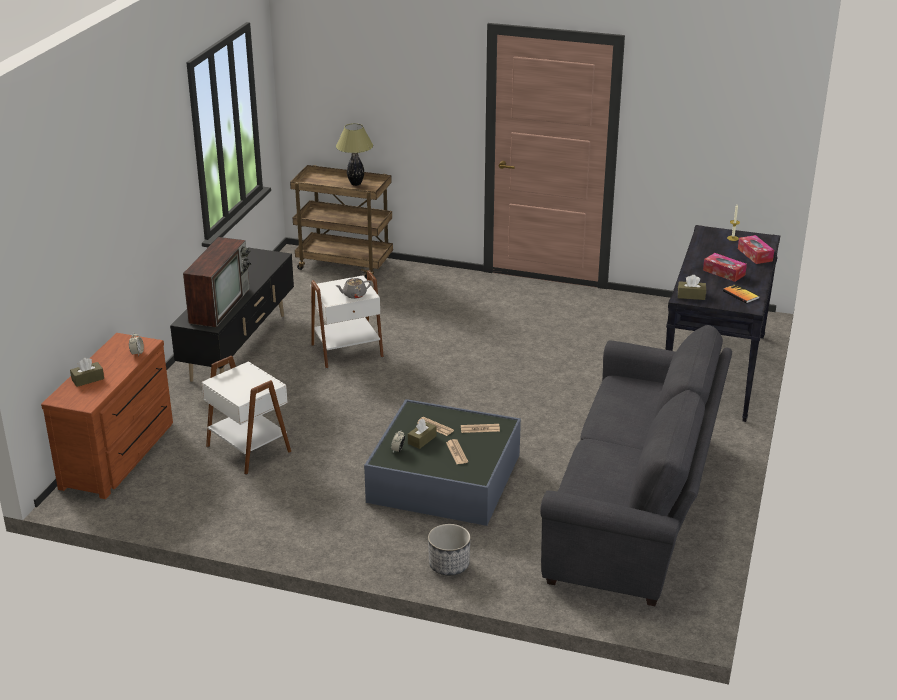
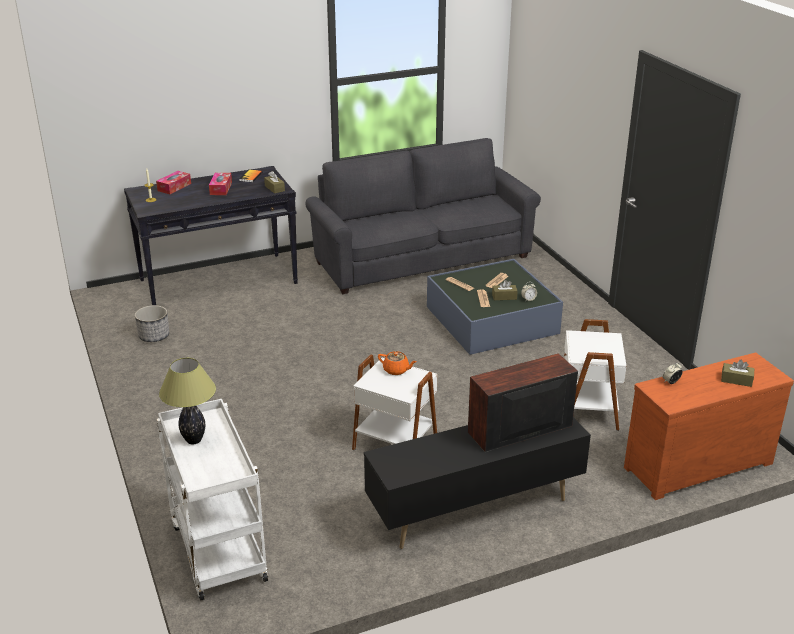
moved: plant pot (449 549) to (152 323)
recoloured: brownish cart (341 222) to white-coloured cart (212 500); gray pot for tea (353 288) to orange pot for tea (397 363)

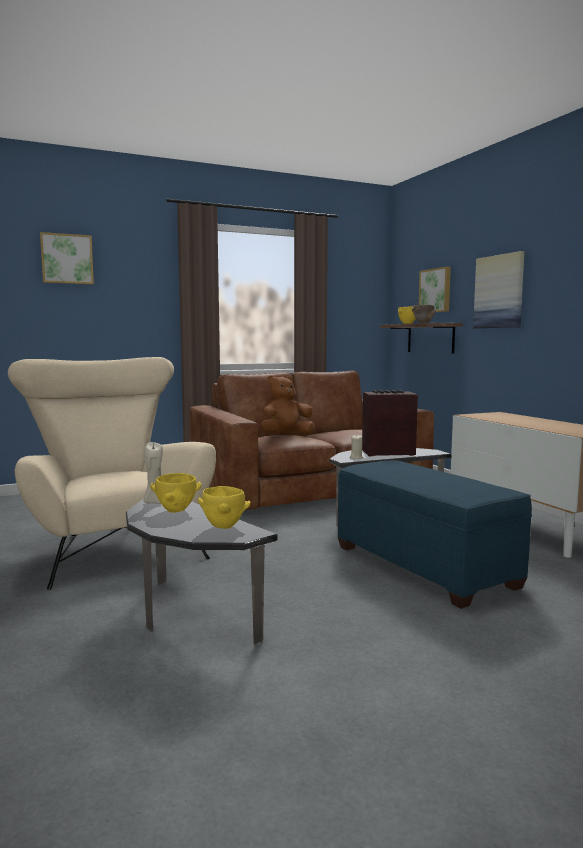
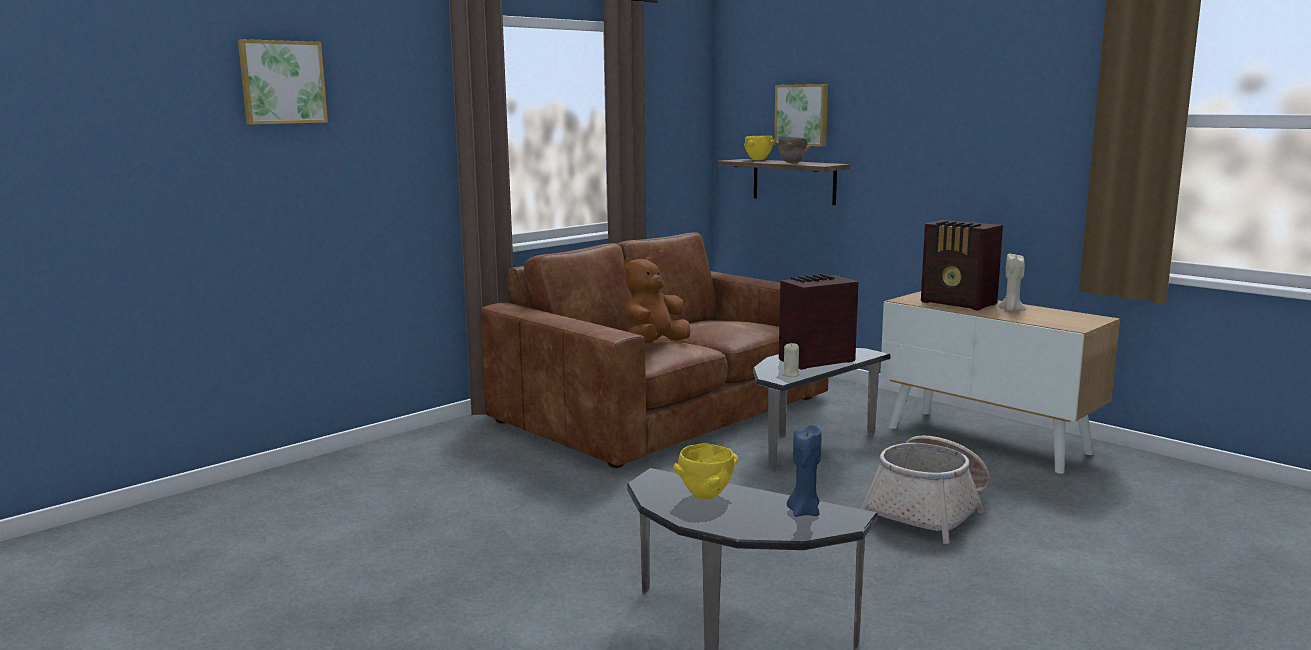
removed: beige-coloured armchair (112 473); wall picture (499 289)
added: radio receiver (962 265)
moved: beige-coloured wax candle (153 473) to (1012 282)
replaced: yellow bowl (224 507) to blue-coloured wax candle (804 471); blue-coloured pouffe (435 534) to basket (925 490)

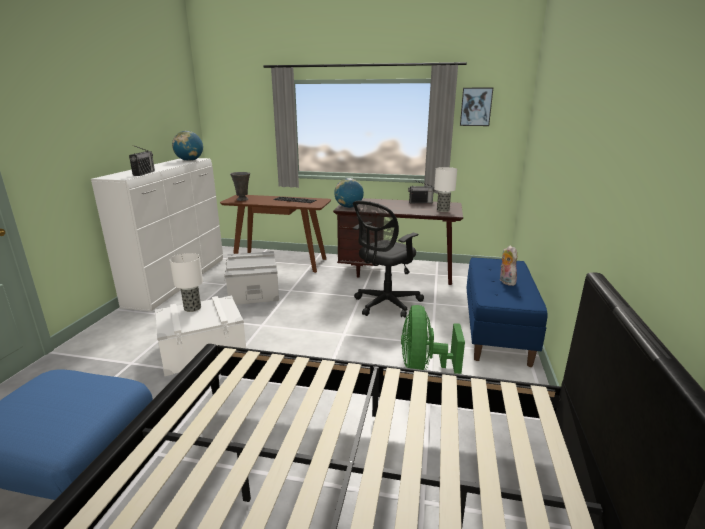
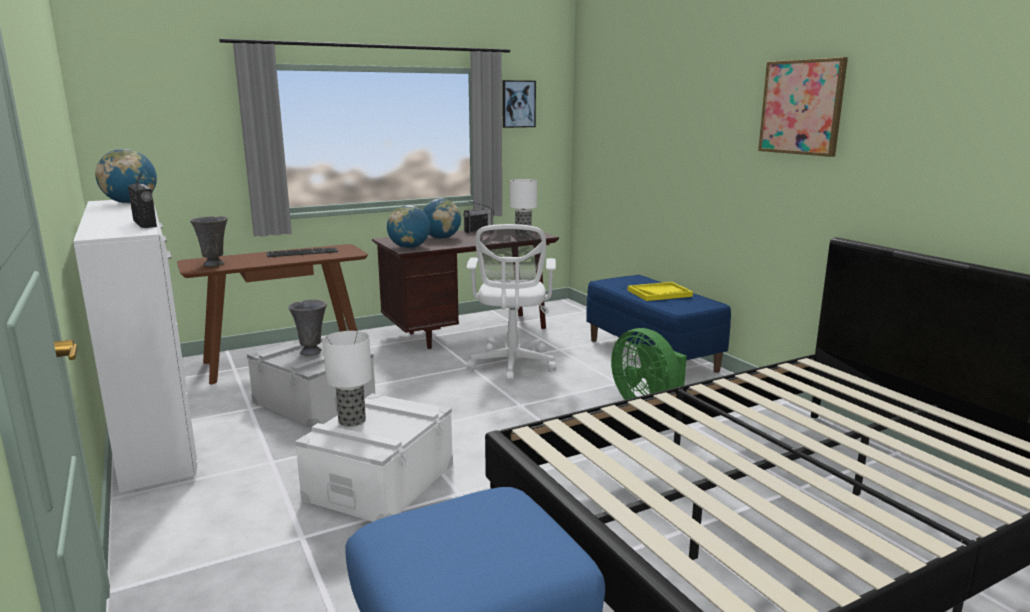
added: gray flower vase (307 327); globe (441 218); wall picture (803 107)
replaced: plush toy (508 265) to yellow carrying tray (660 291)
recoloured: blackish desk chair (388 259) to white-coloured desk chair (512 303)

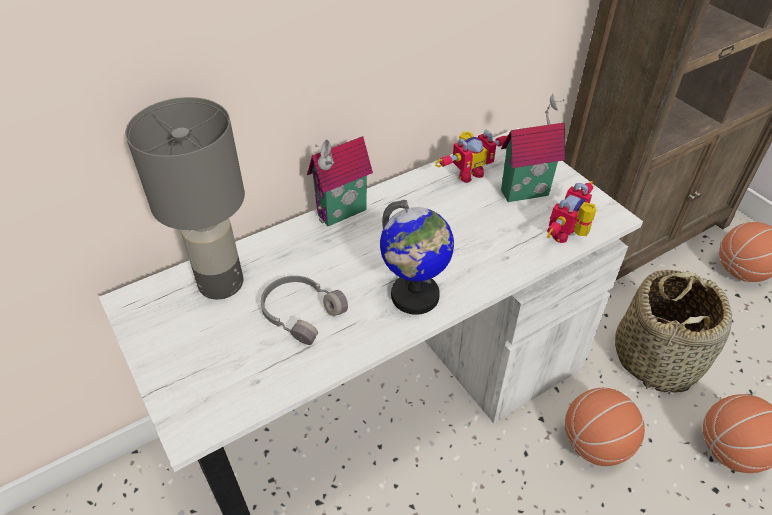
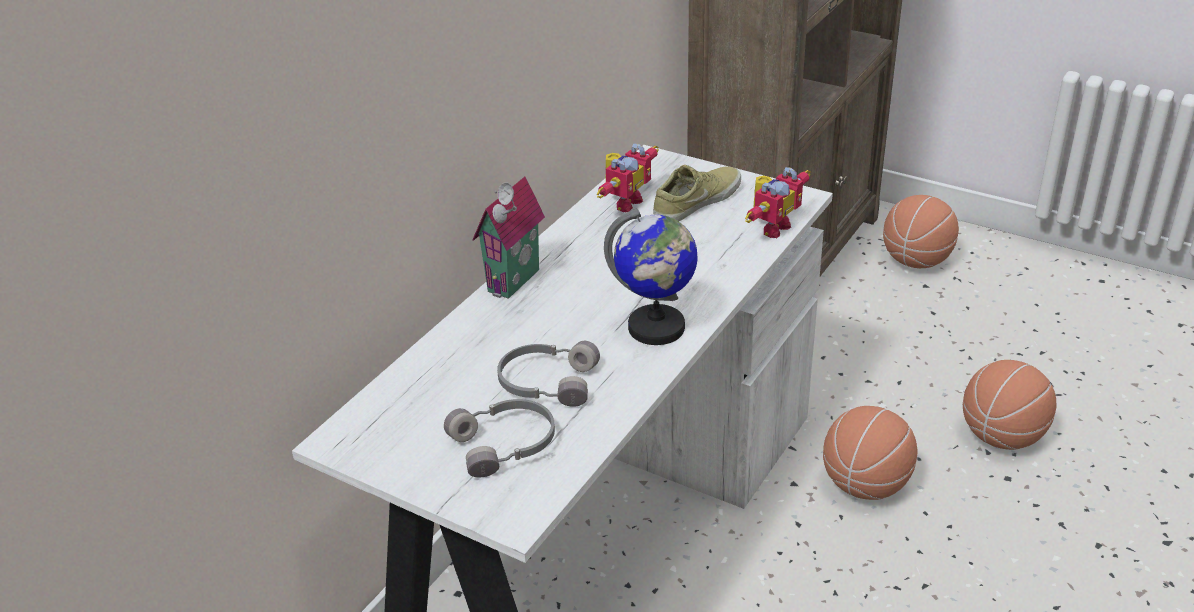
removed: gray lamp for a table (185 198); basket (673 331)
added: gray pair of headphones (499 438)
replaced: toy house (533 148) to beige-coloured item of footwear (697 193)
turned: toy robot (571 212) = (778 202) 150 degrees counterclockwise

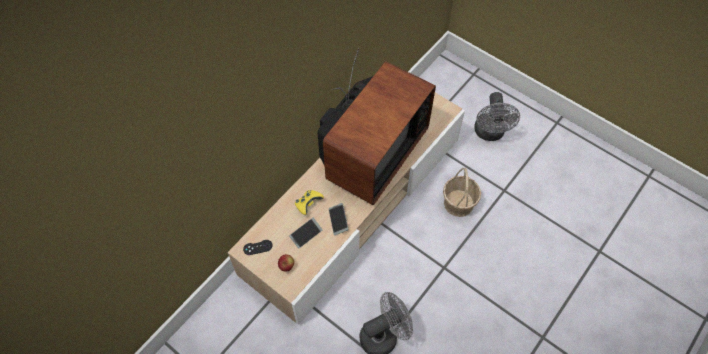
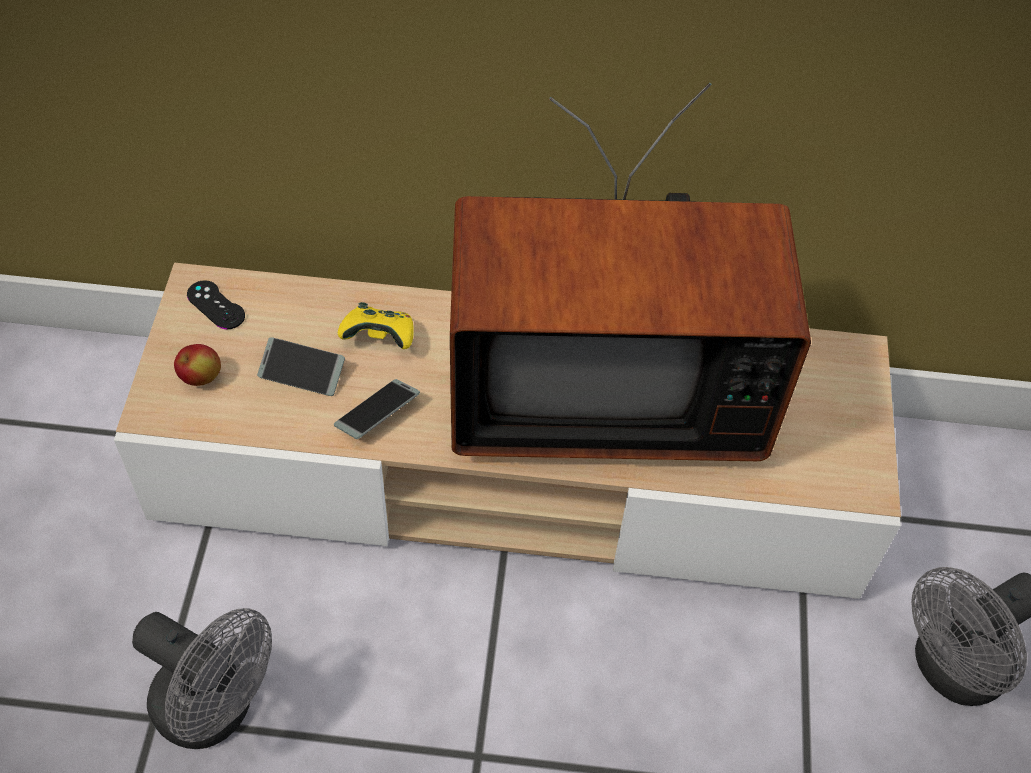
removed: basket (462 192)

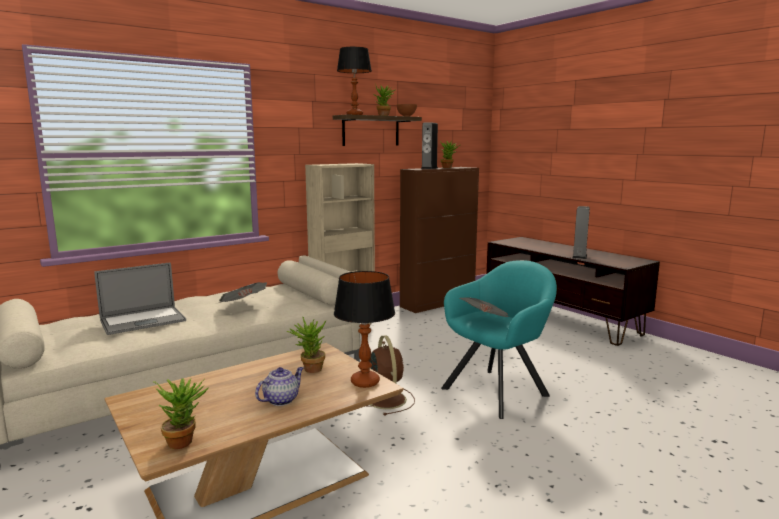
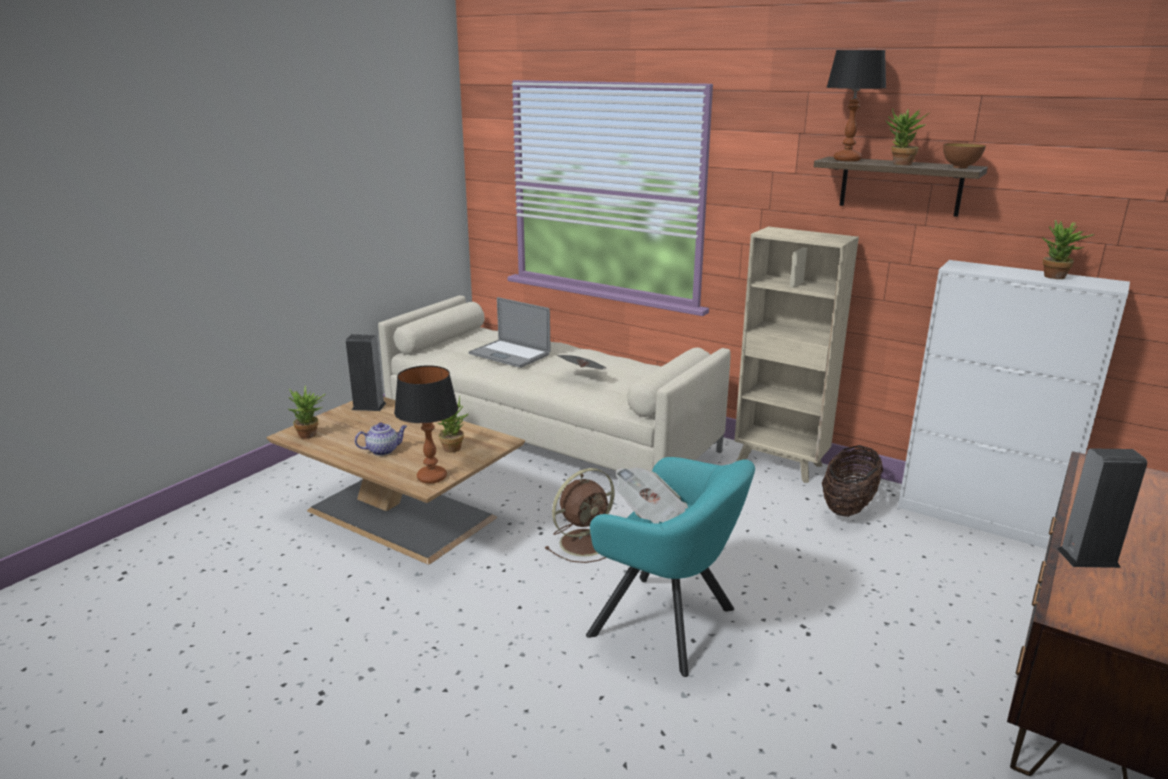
added: basket (852 481)
moved: loudspeaker (429 145) to (366 372)
recoloured: brownish storage cabinet (439 240) to white-coloured storage cabinet (1014 404)
turned: pot for tea (279 386) = (381 439) 45 degrees counterclockwise

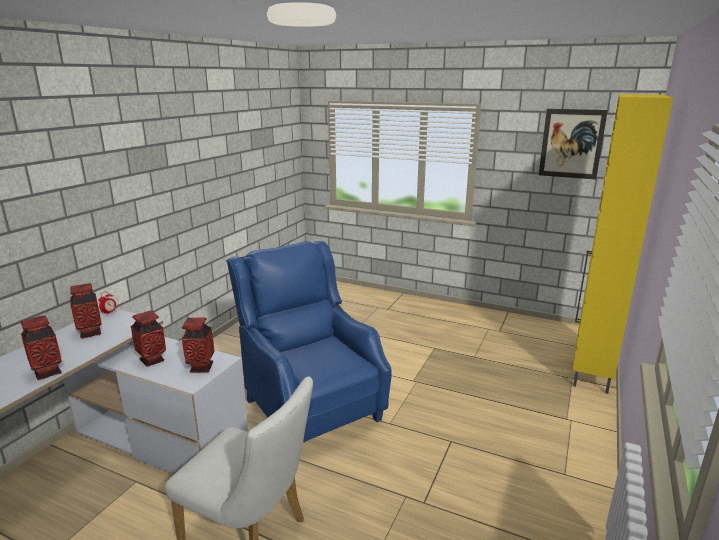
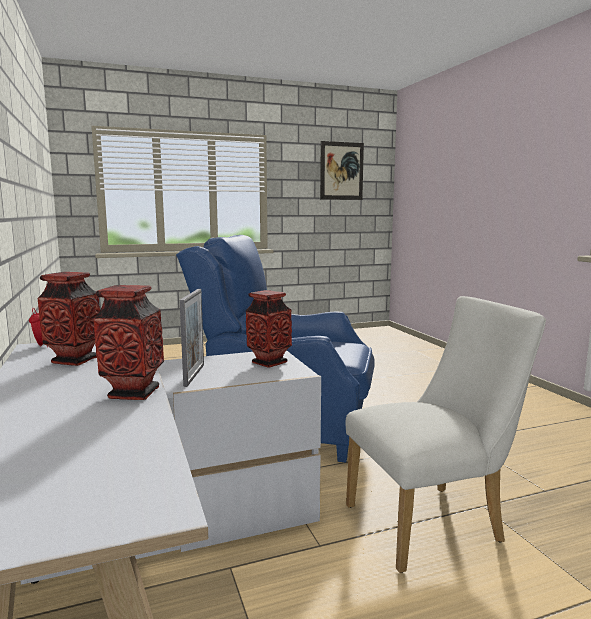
removed: yellow storage cabinet (623 244)
replaced: flower vase (148 338) to standing frame (192 338)

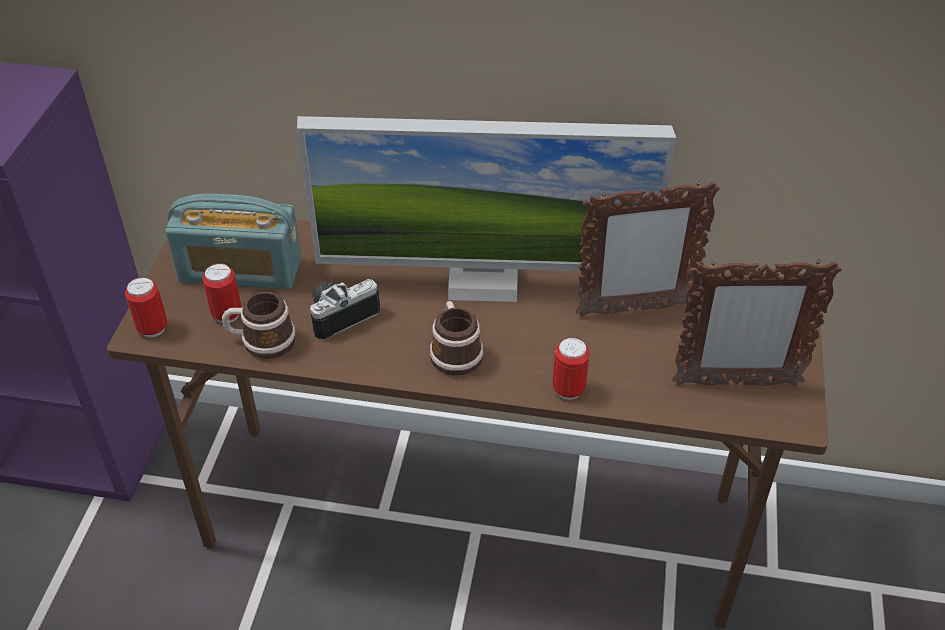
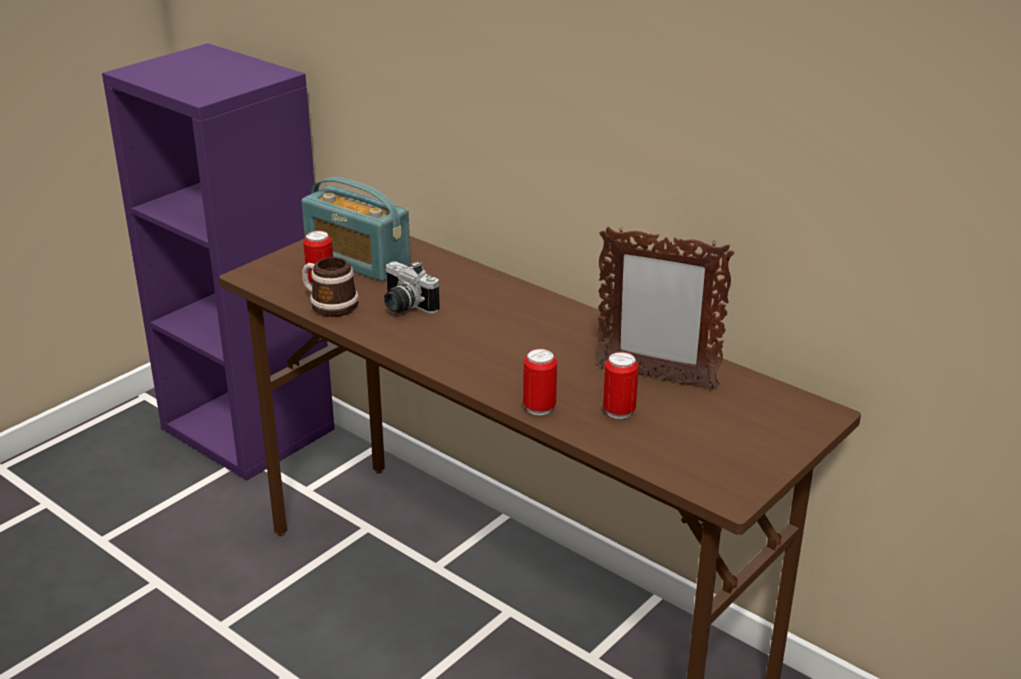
removed: computer screen (486 209); mug (457 338); standing frame (757 322)
moved: can (146 307) to (620 385)
turned: photo camera (344 309) = (412 287) 135 degrees counterclockwise

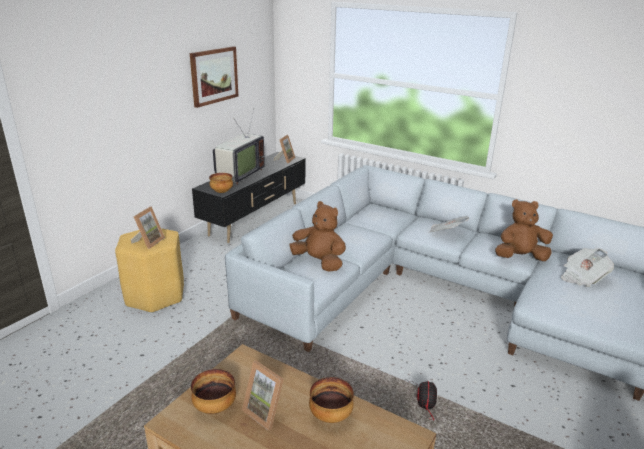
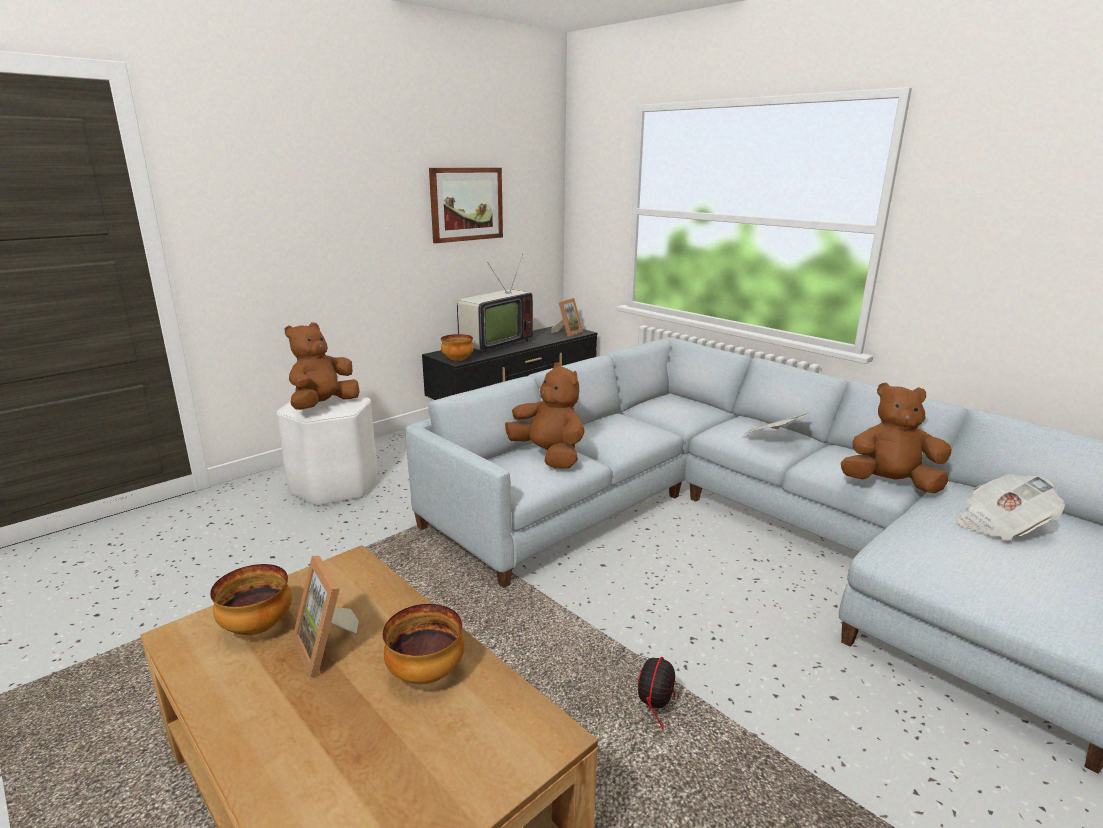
replaced: standing frame (148 227) to brownish plush toy (322 366)
recoloured: yellow stool seat (149 270) to white-coloured stool seat (327 451)

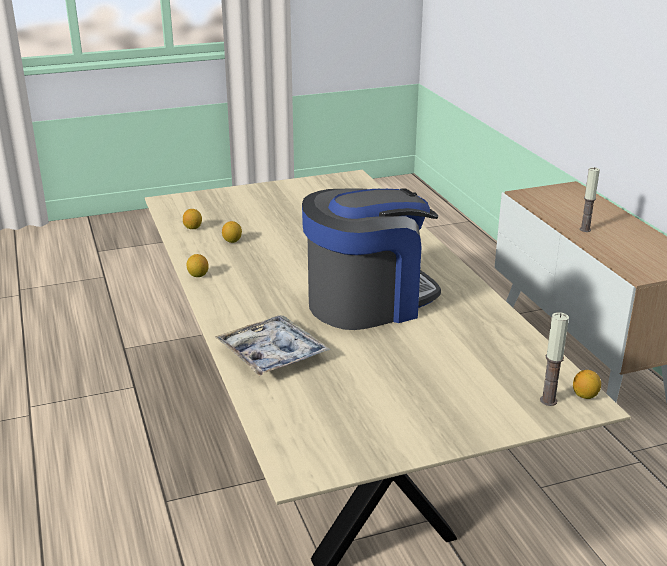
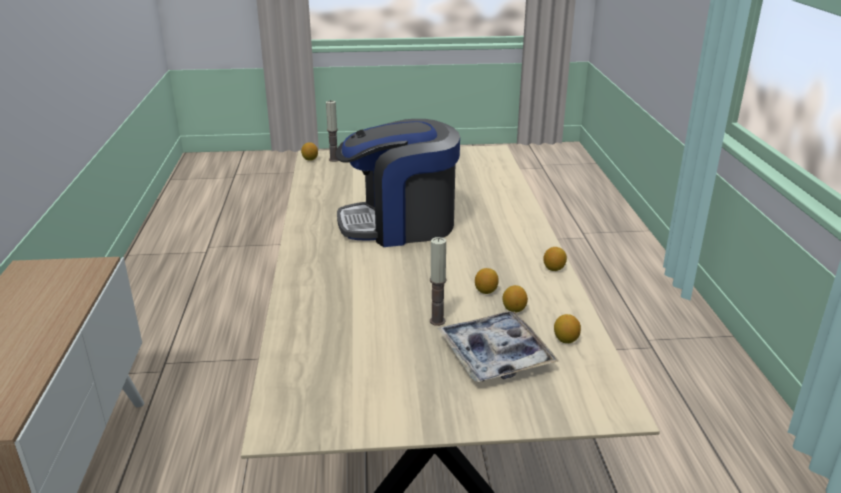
added: lemon (487 281)
moved: carrying tray (272 345) to (498 346); wax candle (590 199) to (438 281)

